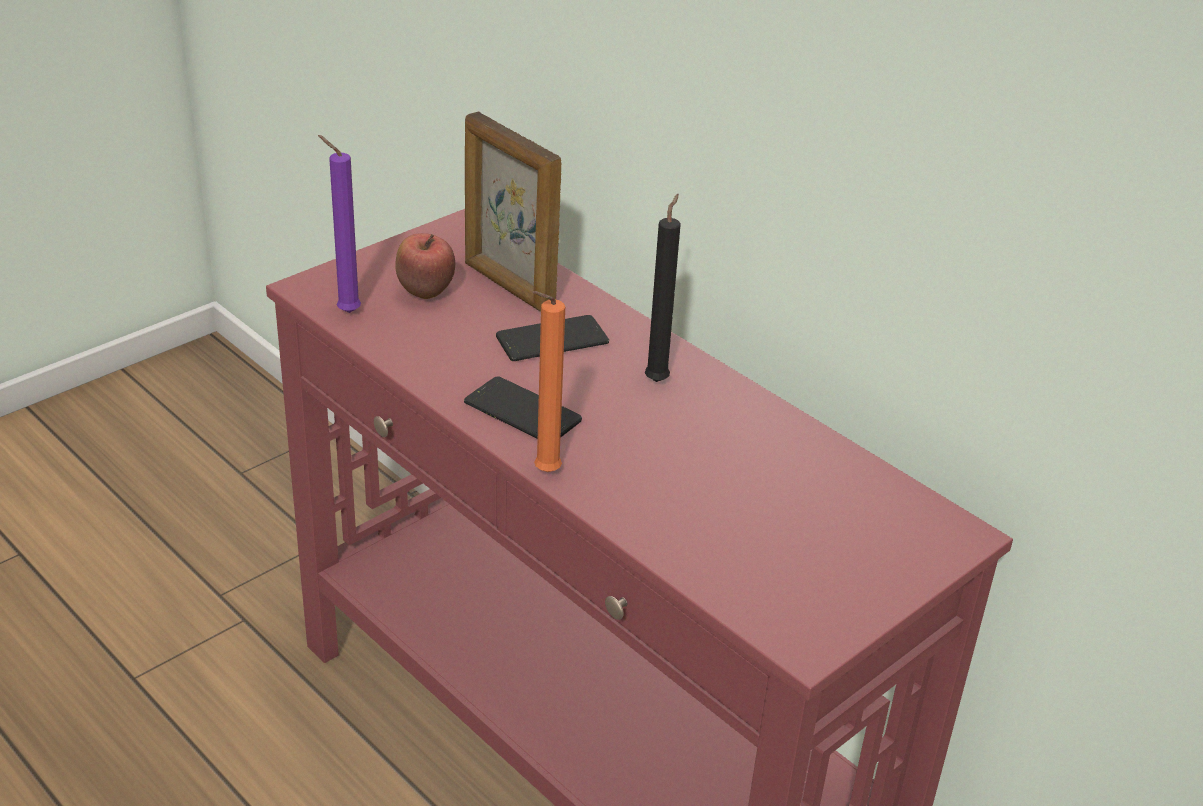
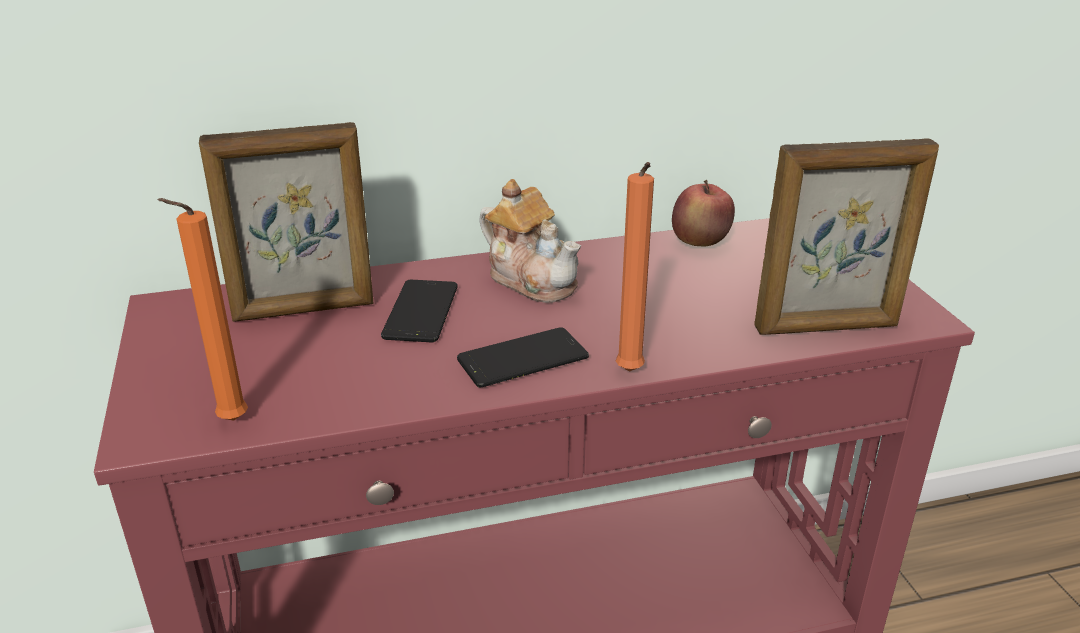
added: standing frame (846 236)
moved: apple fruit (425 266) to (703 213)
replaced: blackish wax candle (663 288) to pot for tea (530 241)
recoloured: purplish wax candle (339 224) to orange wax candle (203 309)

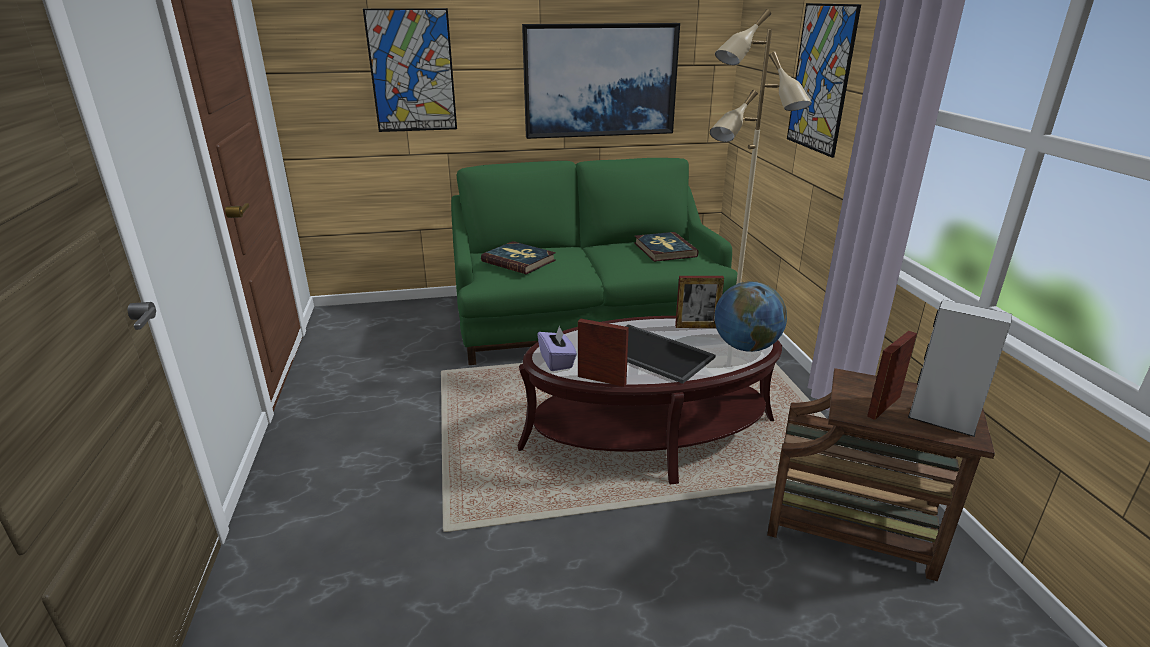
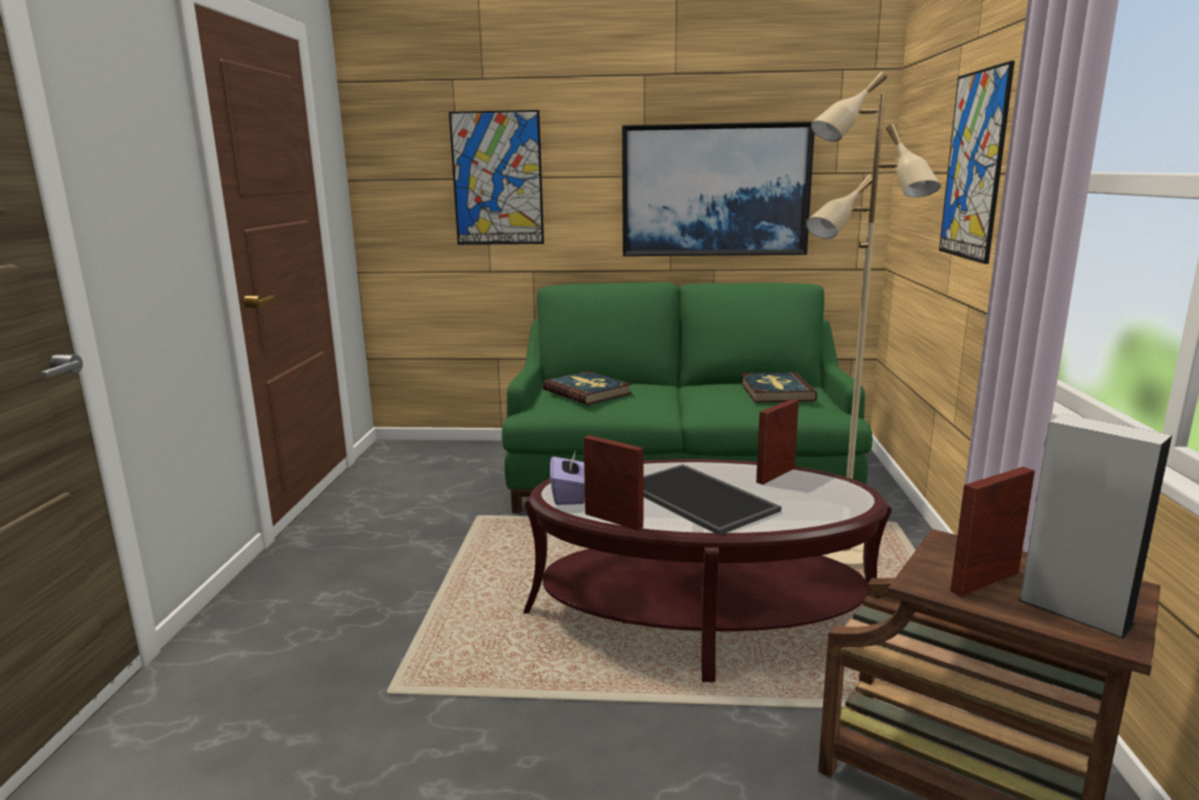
removed: globe (750 316)
turned: standing frame (699 302) = (777 442) 120 degrees clockwise

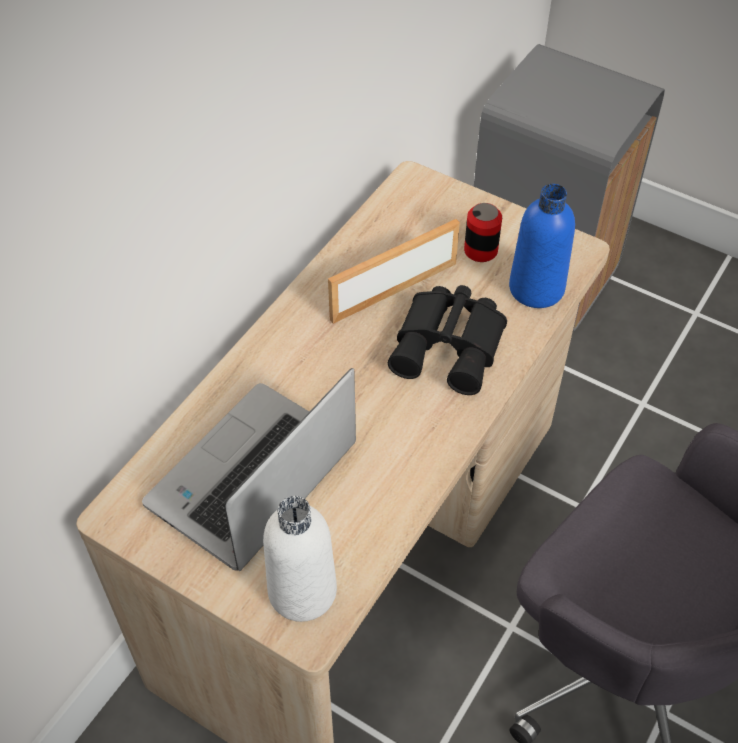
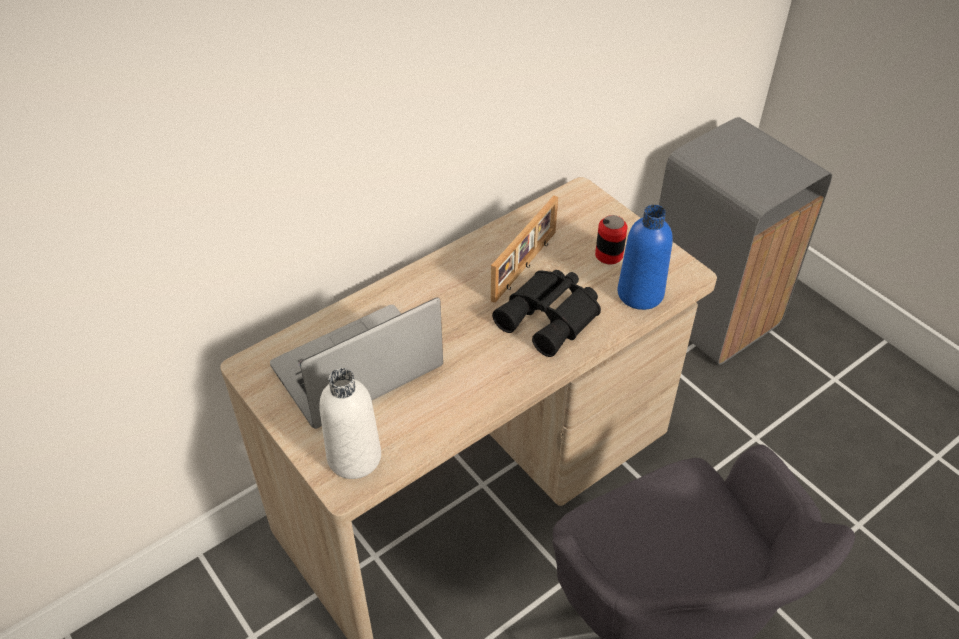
turned: standing frame (394 271) = (524 249) 135 degrees clockwise

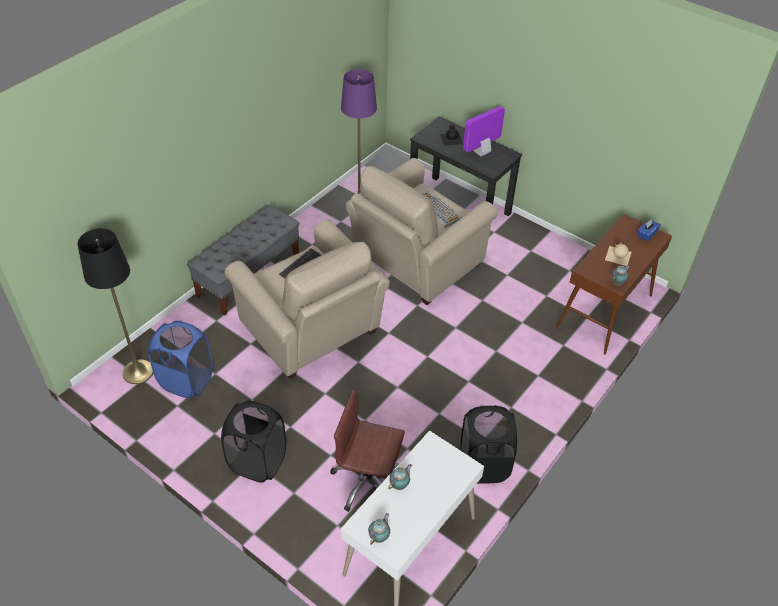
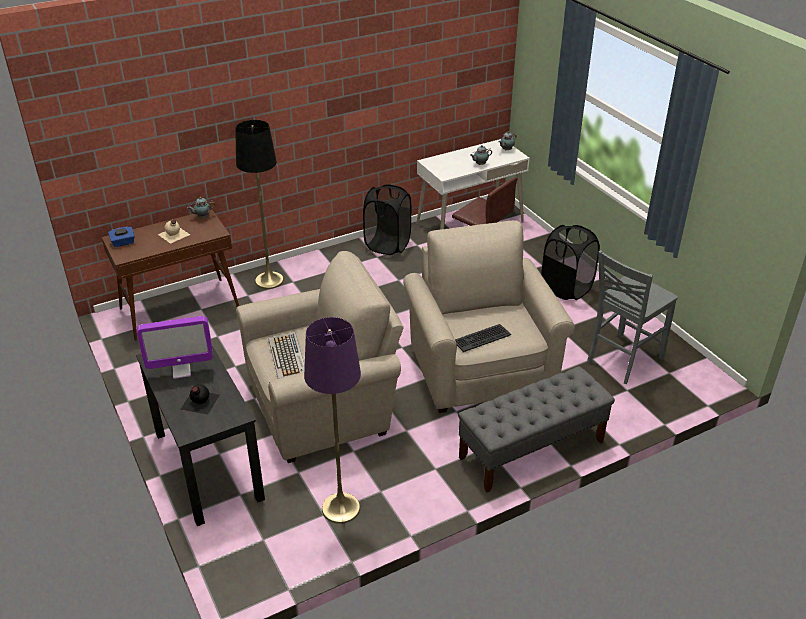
moved: blackish floor lamp (115 306) to (259 204)
replaced: blue-coloured washing basket (181 359) to gray upright chair (632 317)

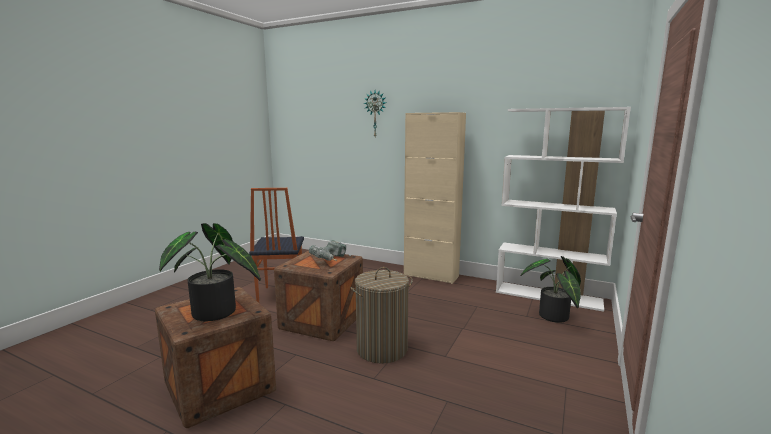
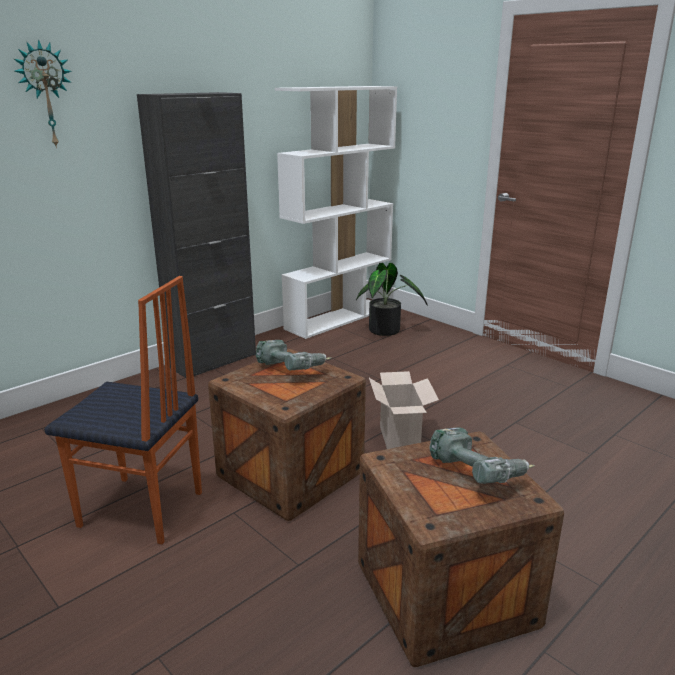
replaced: plant in a pot (210 272) to drill (482 455); washing basket (381 315) to carton (404 410)
recoloured: beige-coloured storage cabinet (435 198) to blackish storage cabinet (196 235)

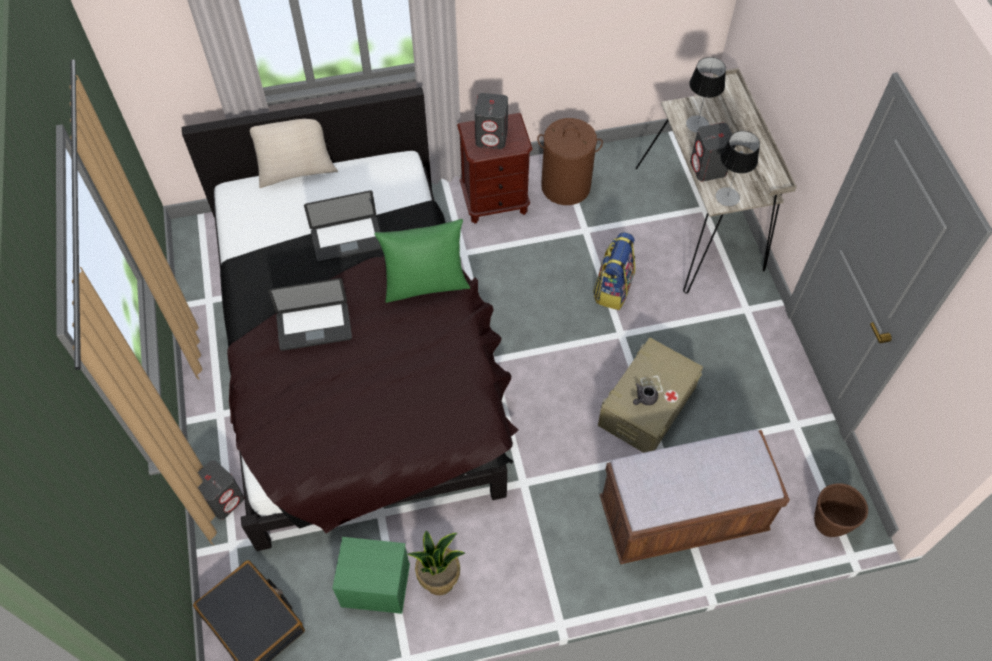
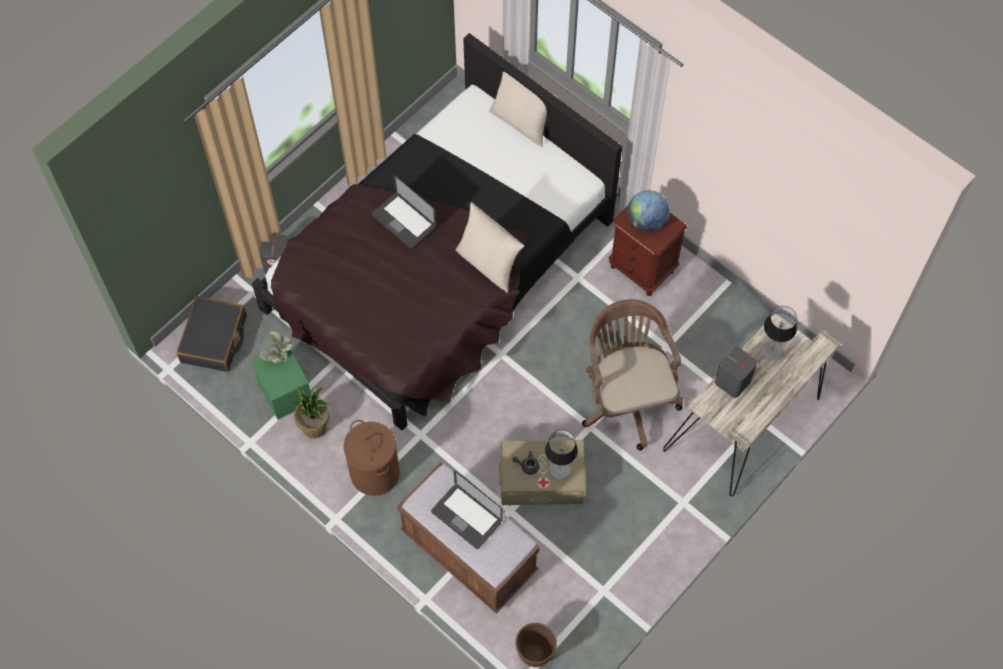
added: plant in a pot (276 347)
moved: laptop (343 226) to (467 509); brownish washing basket (570 161) to (372 458); lamp for a table (738 168) to (561 455)
replaced: gray loudspeaker (491 121) to globe (648 211); backpack (614 271) to brownish desk chair (632 375)
recoloured: green cushion (422 261) to beige-coloured cushion (490 247)

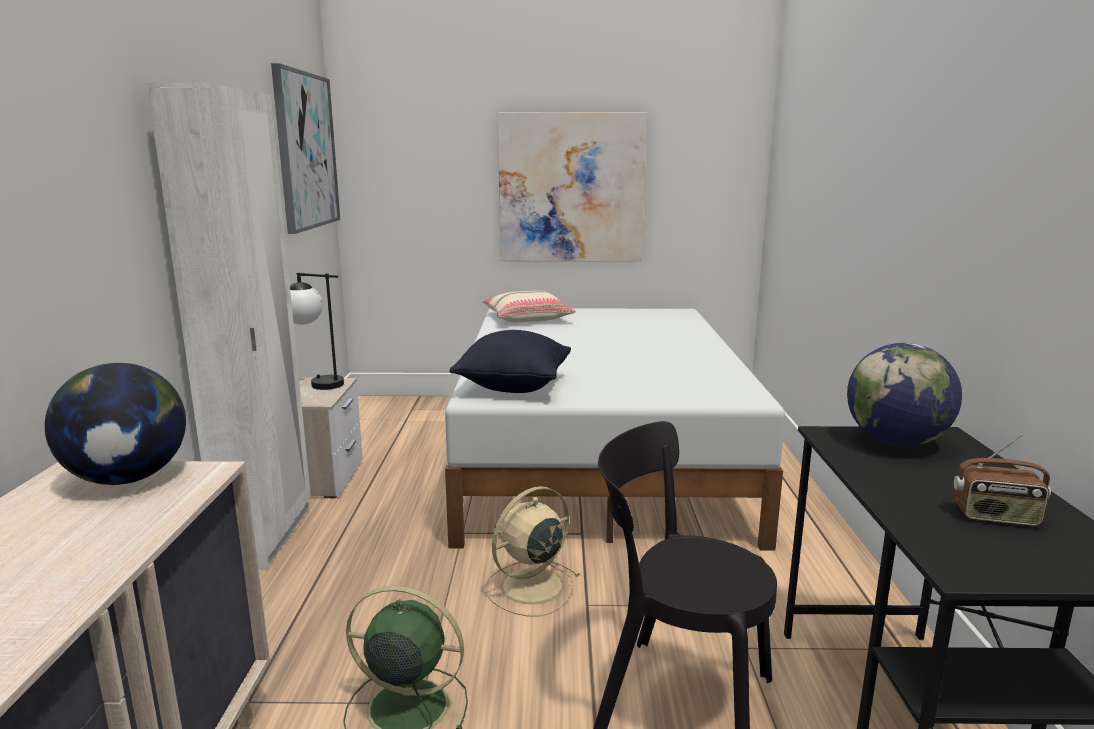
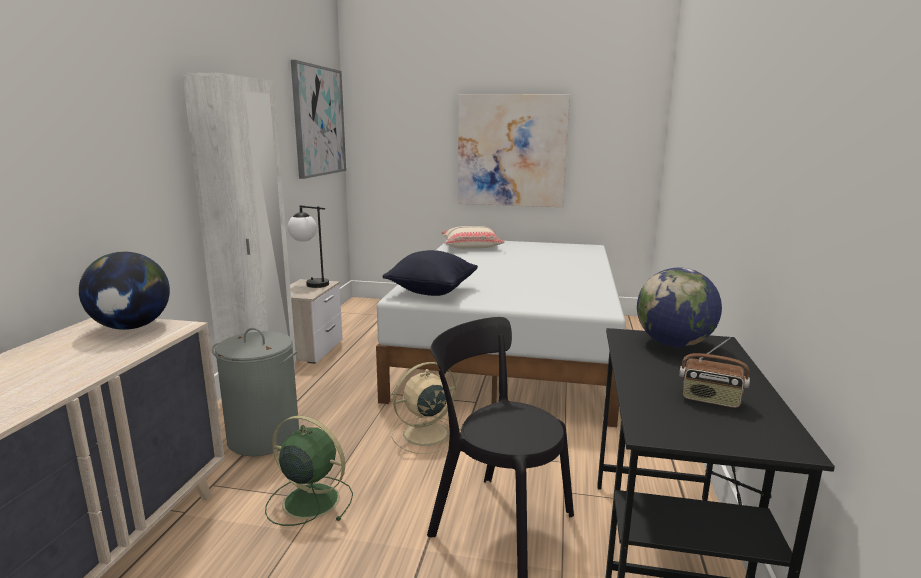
added: gray washing basket (255 392)

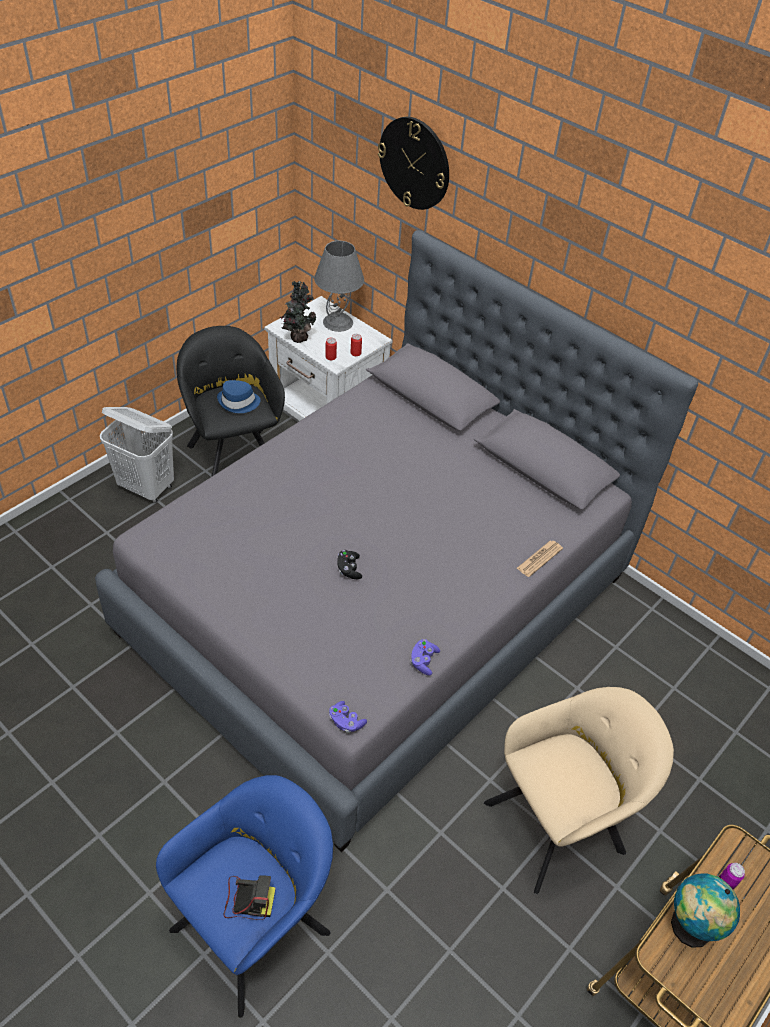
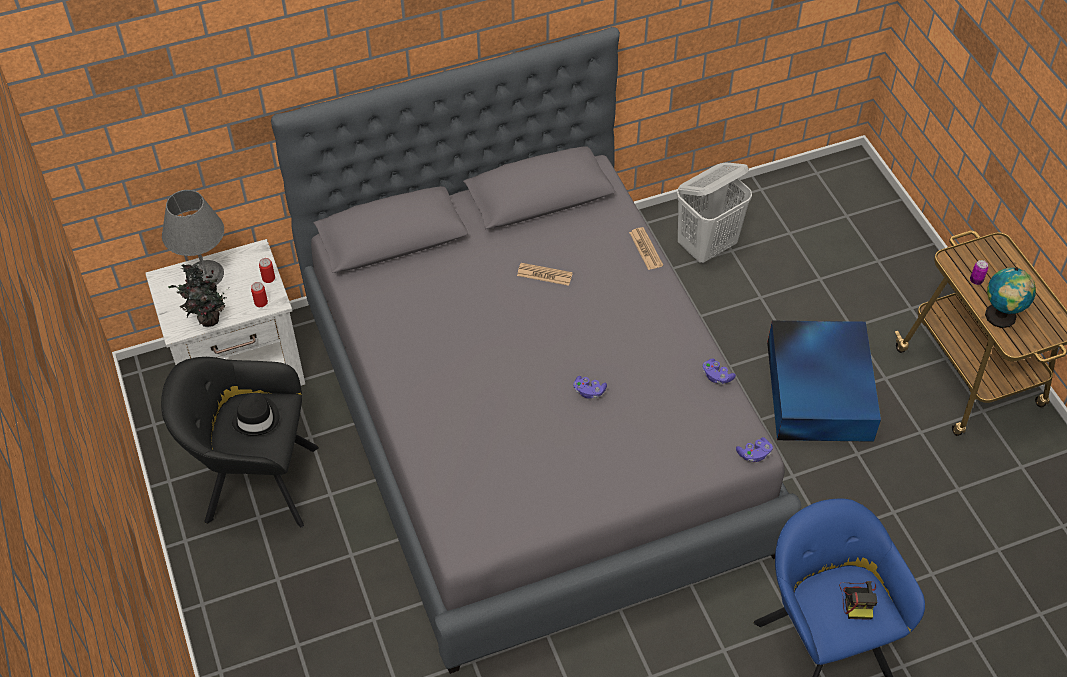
removed: wall clock (413 163)
added: newspaper (545 274)
moved: white-coloured washing basket (137 455) to (714 212)
replaced: beige-coloured armchair (579 790) to blue-coloured storage box (824 381)
recoloured: blue-coloured wearable hat (239 396) to blackish wearable hat (255 414); blackish game controller (350 564) to purplish game controller (590 387)
turned: photo camera (249 897) = (858 600) 150 degrees clockwise

